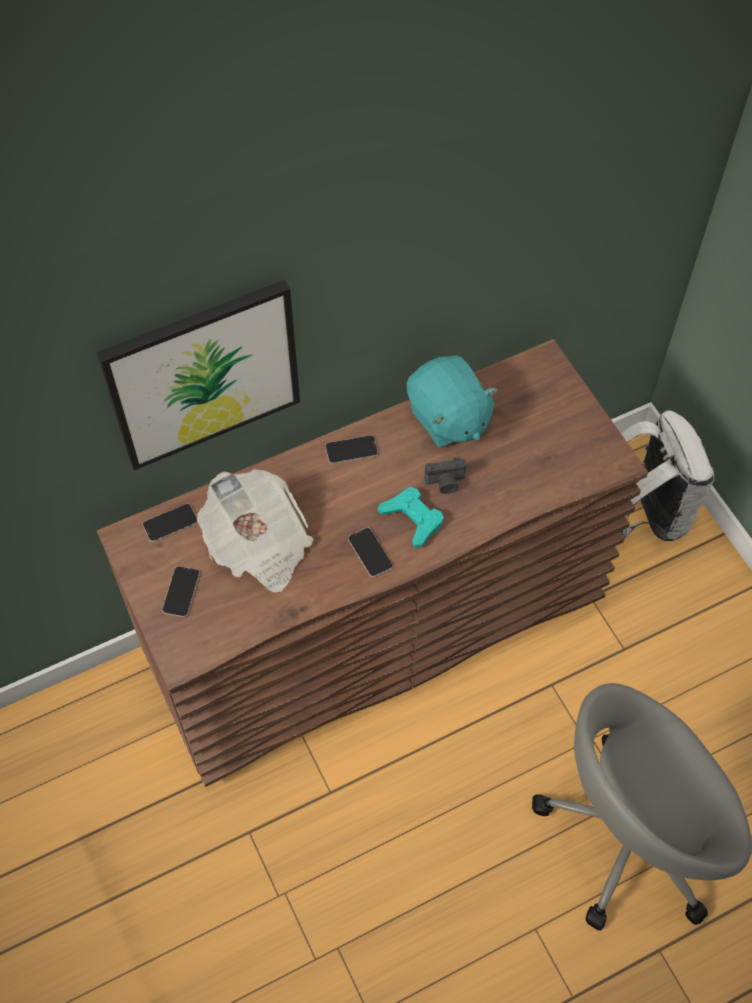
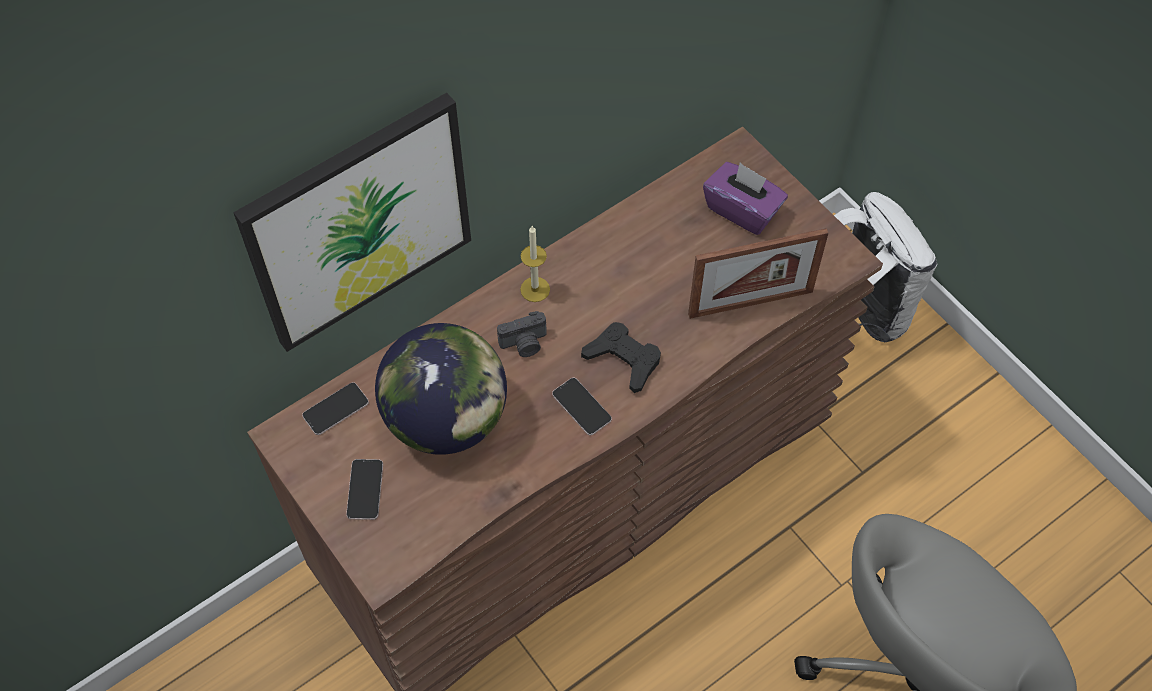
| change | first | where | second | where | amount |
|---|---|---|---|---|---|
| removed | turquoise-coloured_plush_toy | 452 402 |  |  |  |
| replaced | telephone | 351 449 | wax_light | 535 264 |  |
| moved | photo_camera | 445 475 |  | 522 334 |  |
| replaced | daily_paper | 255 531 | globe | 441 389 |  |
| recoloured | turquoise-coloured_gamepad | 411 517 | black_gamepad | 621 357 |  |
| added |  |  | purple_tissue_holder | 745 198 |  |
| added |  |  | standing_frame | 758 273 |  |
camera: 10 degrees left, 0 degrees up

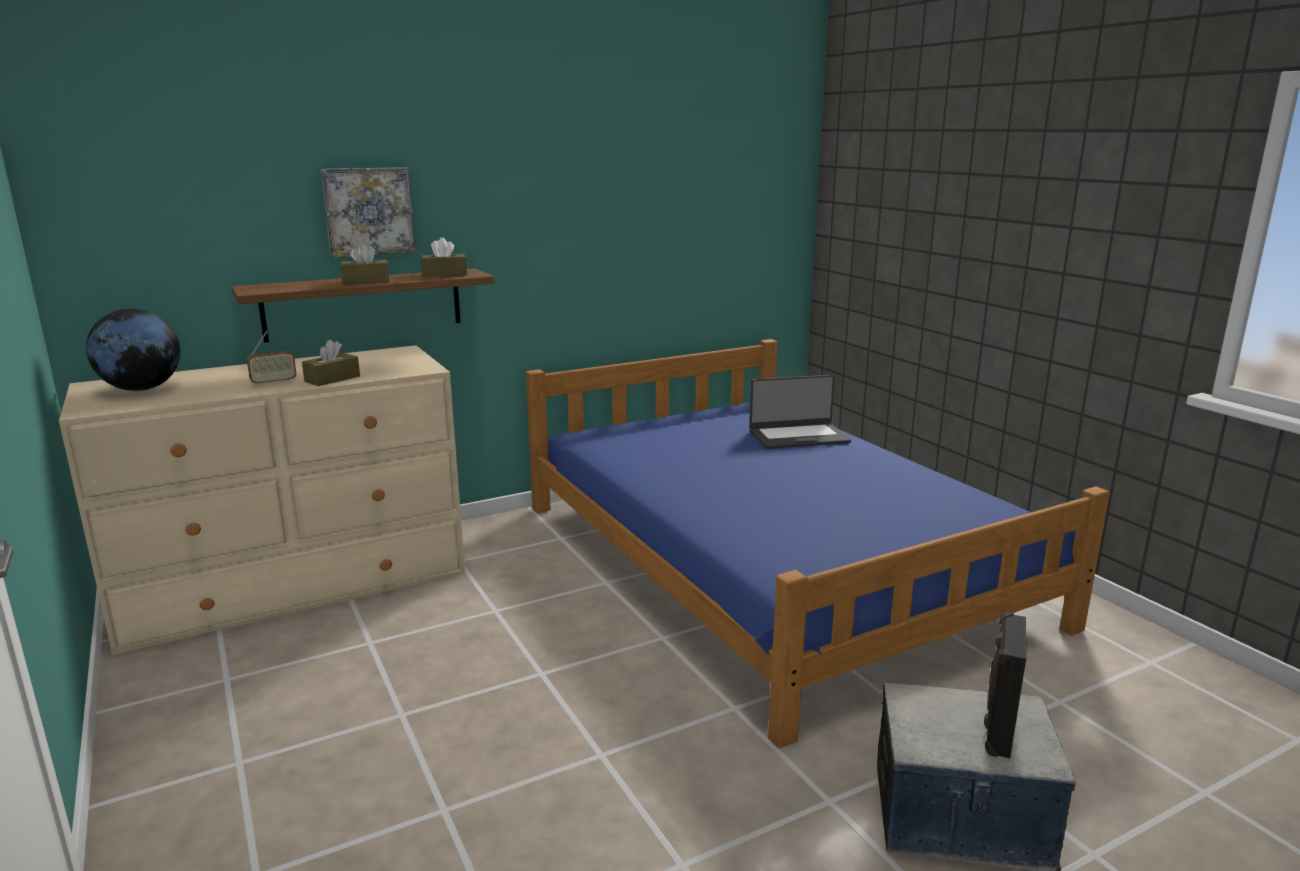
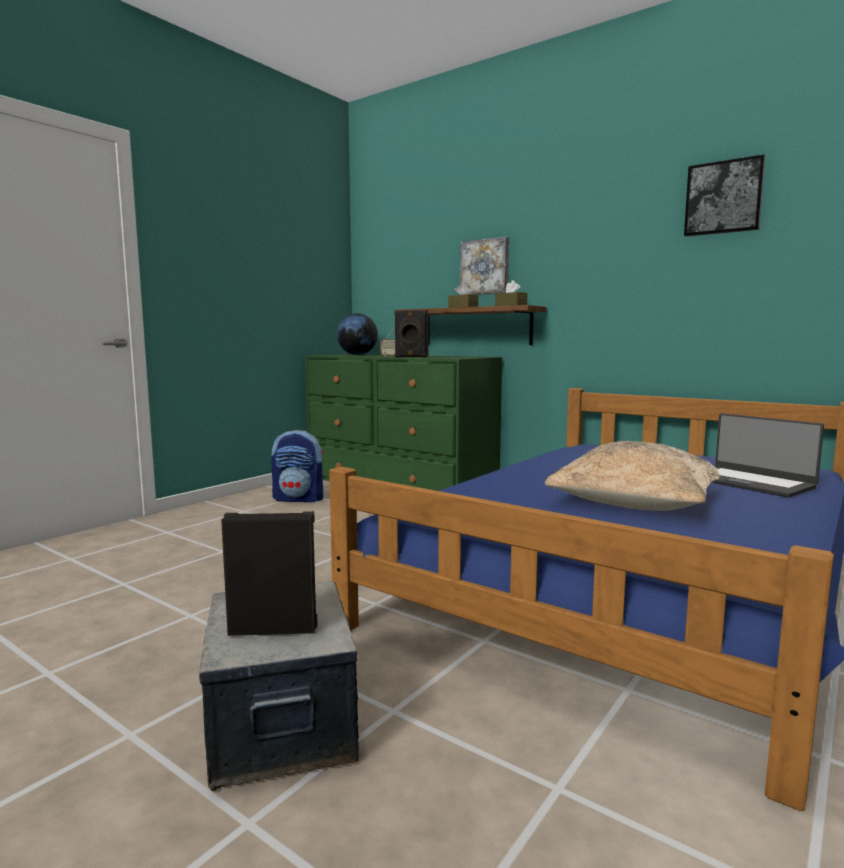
| change | first | where | second | where | amount |
|---|---|---|---|---|---|
| replaced | brownish_tissue_holder | 331 363 | black_speaker | 411 334 |  |
| recoloured | sand-coloured_chest_of_drawers | 262 500 | green-coloured_chest_of_drawers | 403 422 |  |
| added |  |  | picture | 725 195 |  |
| added |  |  | knapsack | 297 466 |  |
| added |  |  | sand-coloured_pillow | 632 476 |  |
camera: 65 degrees right, 10 degrees down

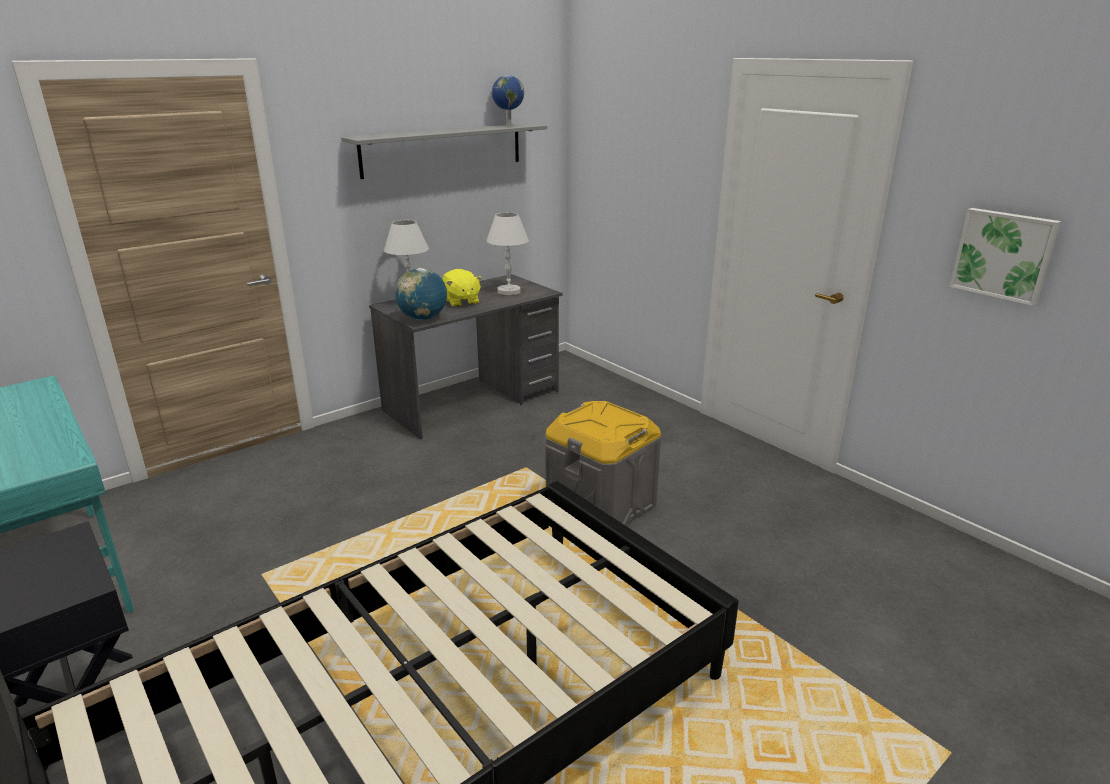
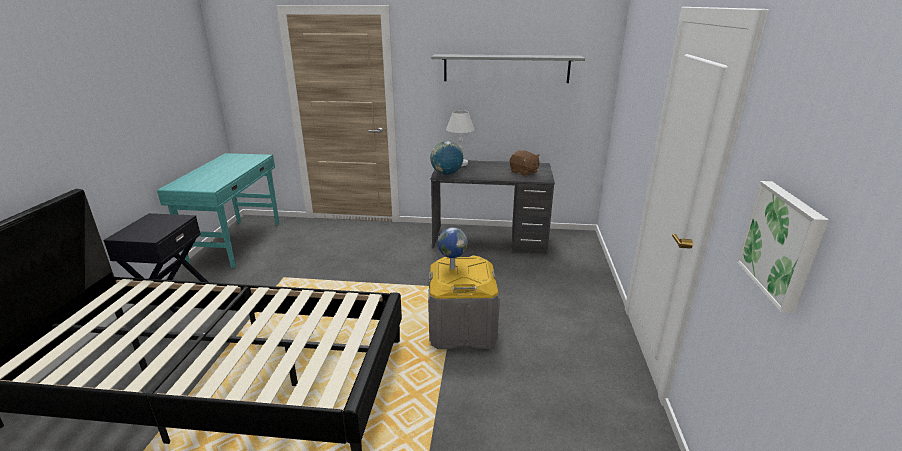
| change | first | where | second | where | amount |
|---|---|---|---|---|---|
| moved | globe | 508 100 |  | 452 249 |  |
| replaced | whitish_table_lamp | 507 253 | brownish_plush_toy | 525 163 |  |
| removed | yellow-coloured_plush_toy | 462 288 |  |  |  |
camera: 45 degrees right, 0 degrees up

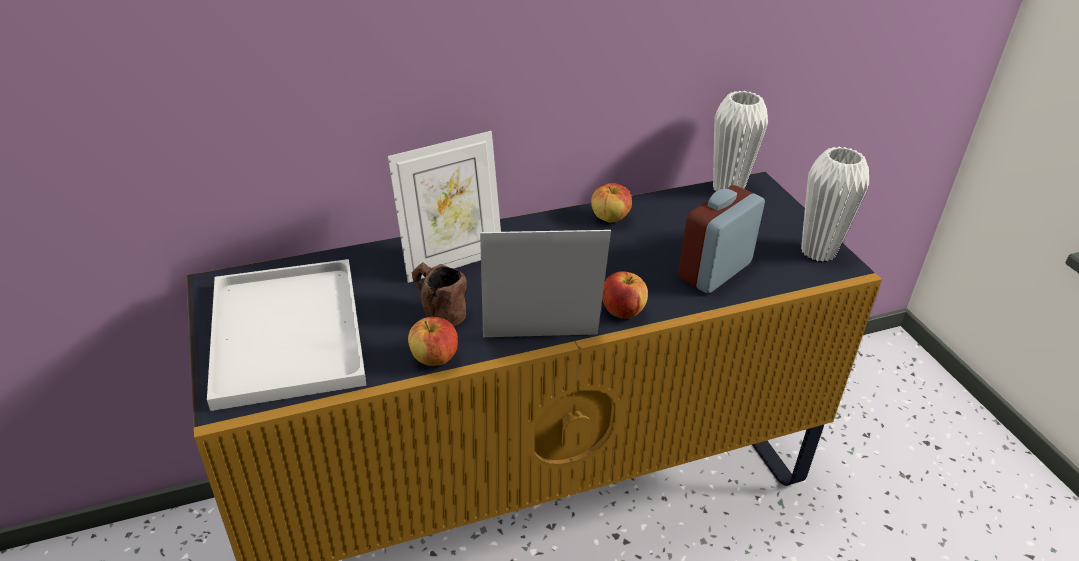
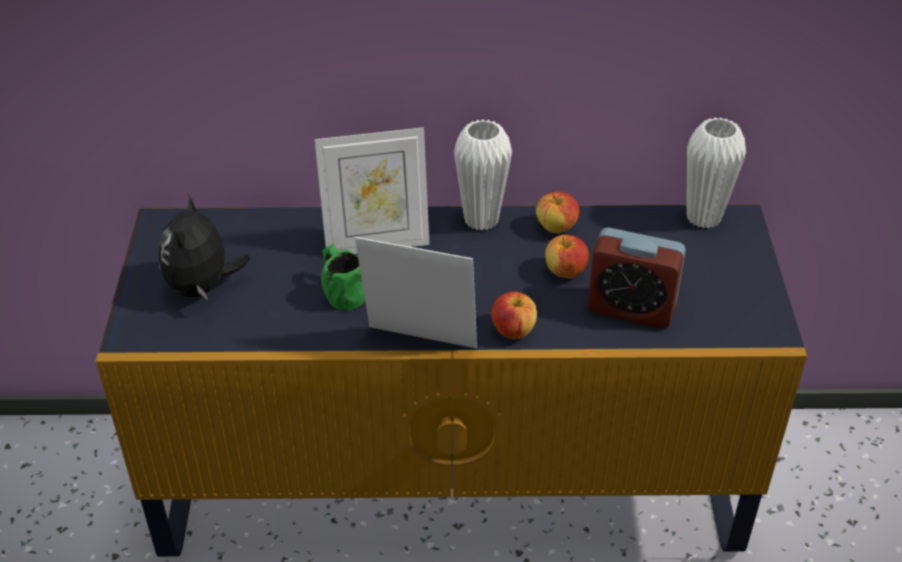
| change | first | where | second | where | amount |
|---|---|---|---|---|---|
| moved | whitish_decorative_vase | 835 204 |  | 483 175 |  |
| turned | alarm_clock | 721 239 |  | 636 277 | 135 degrees counterclockwise |
| replaced | whitish_carrying_tray | 287 335 | plush_toy | 204 247 |  |
| recoloured | brownish_coffee_mug | 439 294 | green-coloured_coffee_mug | 343 277 |  |
| moved | apple_fruit | 433 341 |  | 567 256 |  |
camera: 20 degrees right, 5 degrees up

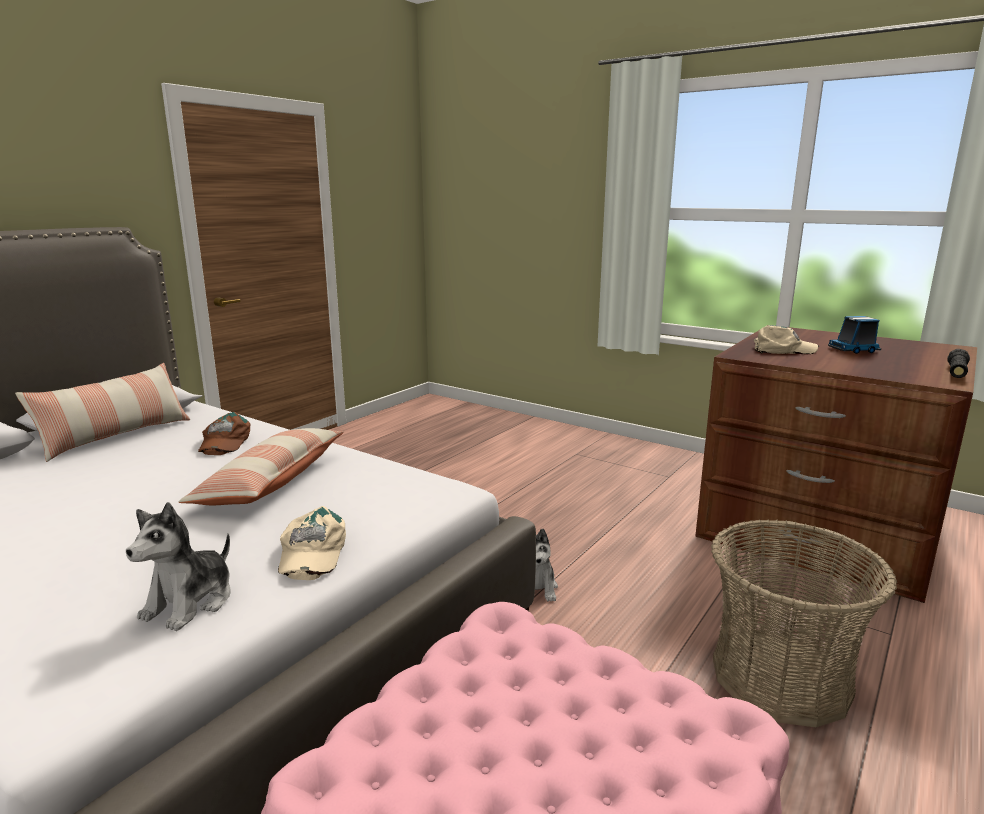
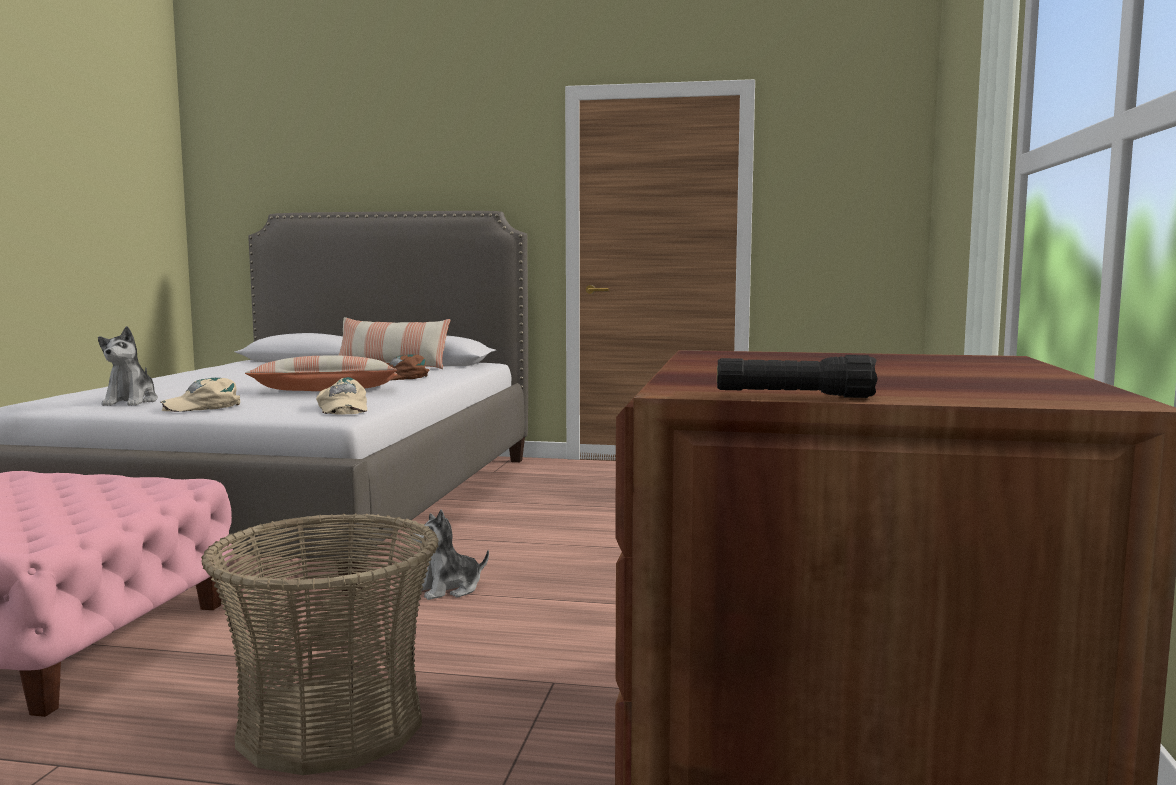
| change | first | where | second | where | amount |
|---|---|---|---|---|---|
| removed | toy_truck | 854 335 |  |  |  |
| moved | sand-coloured_cap | 786 339 |  | 341 395 |  |
| turned | plush_toy | 178 566 |  | 128 366 | 90 degrees counterclockwise |
camera: 65 degrees right, 10 degrees down

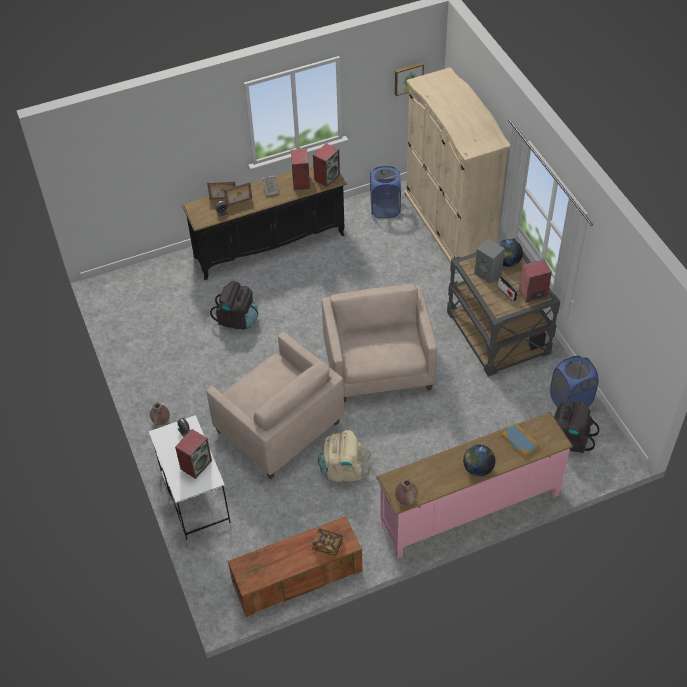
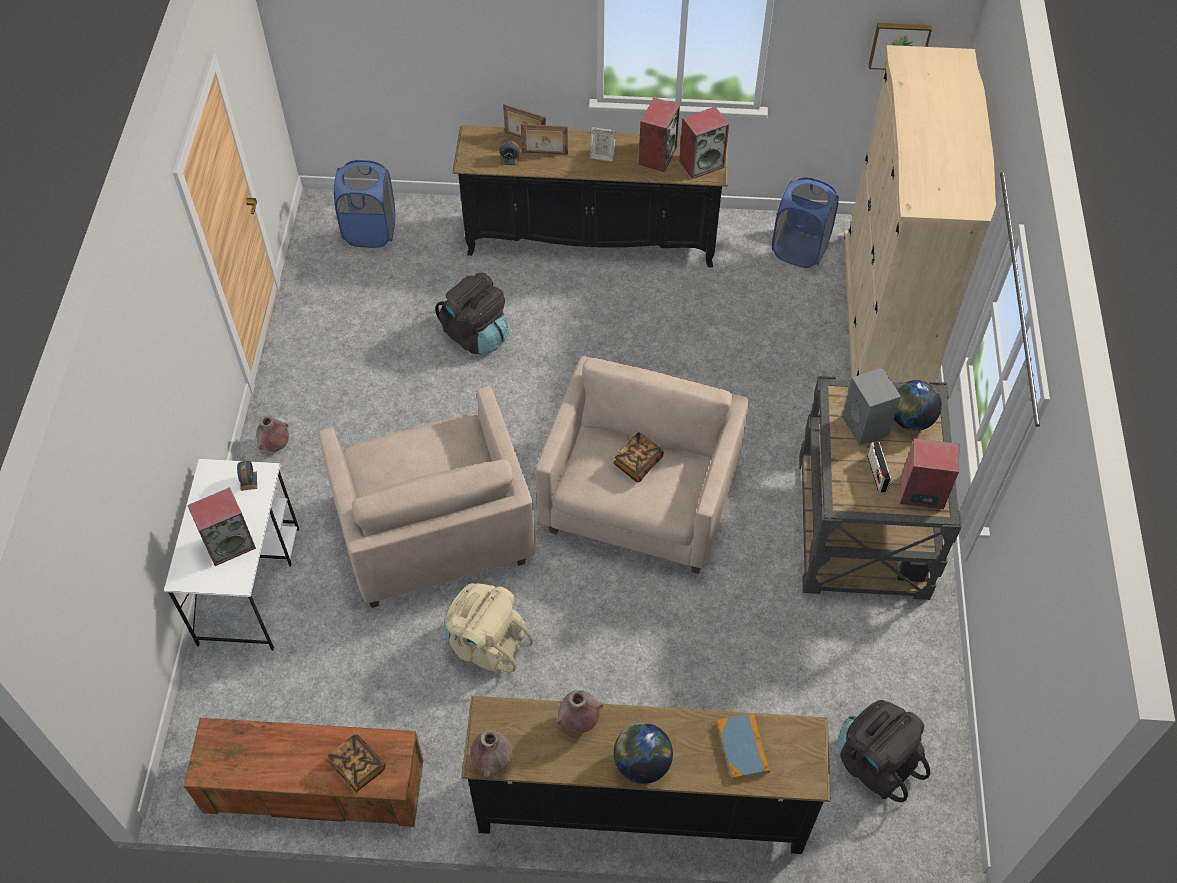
| change | first | where | second | where | amount |
|---|---|---|---|---|---|
| moved | blue-coloured_laundry_basket | 574 381 |  | 364 204 |  |
| recoloured | pink_chest_of_drawers | 474 485 | black_chest_of_drawers | 646 775 |  |
| added |  |  | volume | 638 457 |  |
| added |  |  | brownish_decorative_vase | 579 711 |  |
camera: 25 degrees right, 5 degrees up

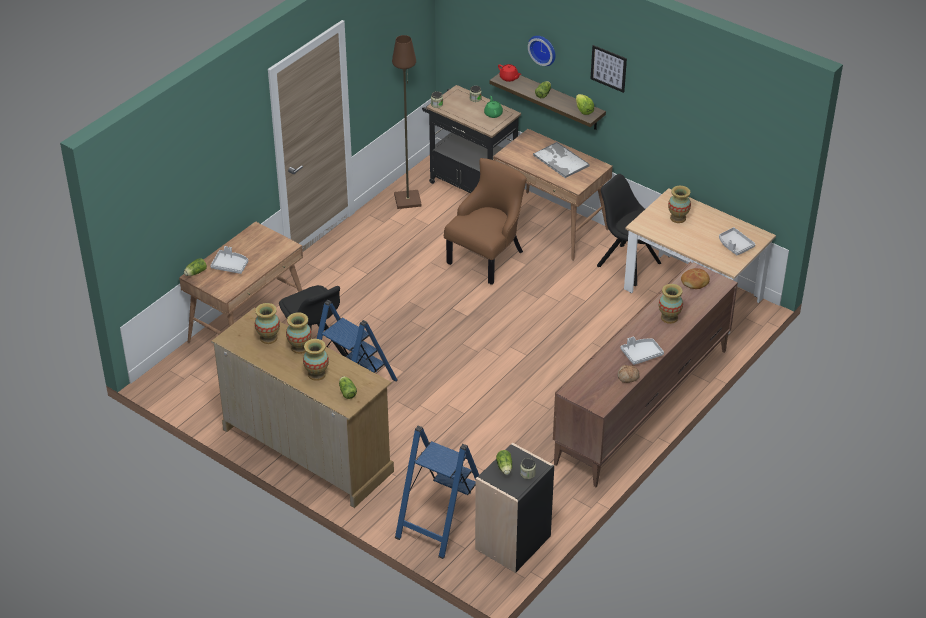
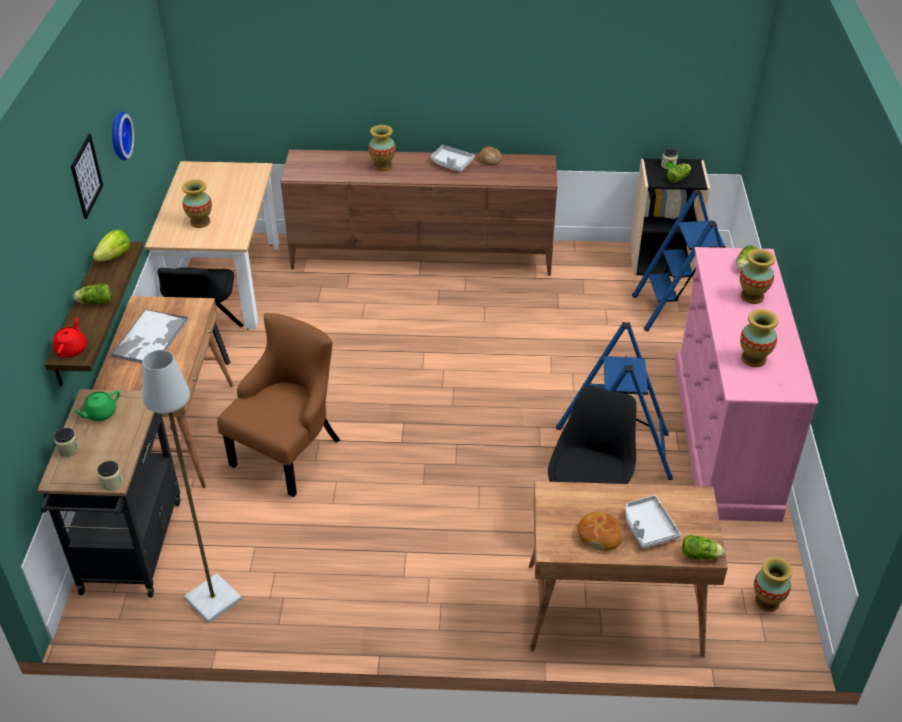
| change | first | where | second | where | amount |
|---|---|---|---|---|---|
| recoloured | brownish_floor_lamp | 407 122 | gray_floor_lamp | 192 486 |  |
| moved | wall_clock | 542 51 |  | 123 136 |  |
| turned | brownish_chair | 485 221 |  | 278 405 | 120 degrees clockwise |
| removed | gray_carrying_tray | 737 241 |  |  |  |
| moved | bakery_bread | 695 278 |  | 600 531 |  |
| recoloured | brownish_chest_of_drawers | 302 408 | pink_chest_of_drawers | 746 384 |  |
| moved | decorative_vase | 299 333 |  | 773 584 |  |
camera: 125 degrees left, 0 degrees up

